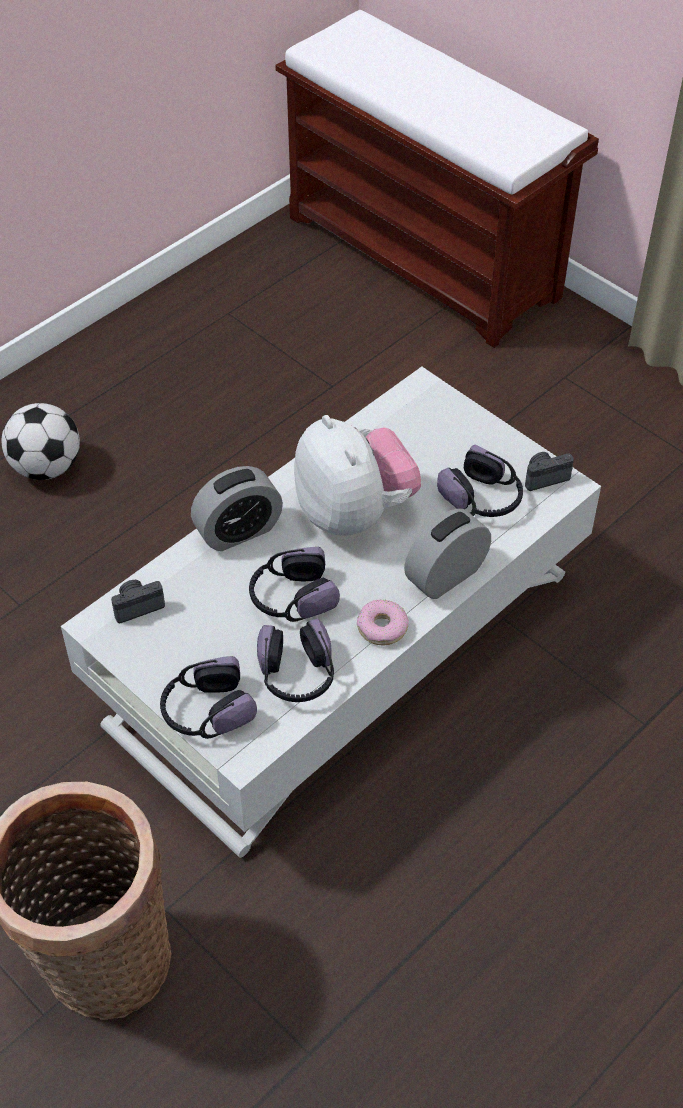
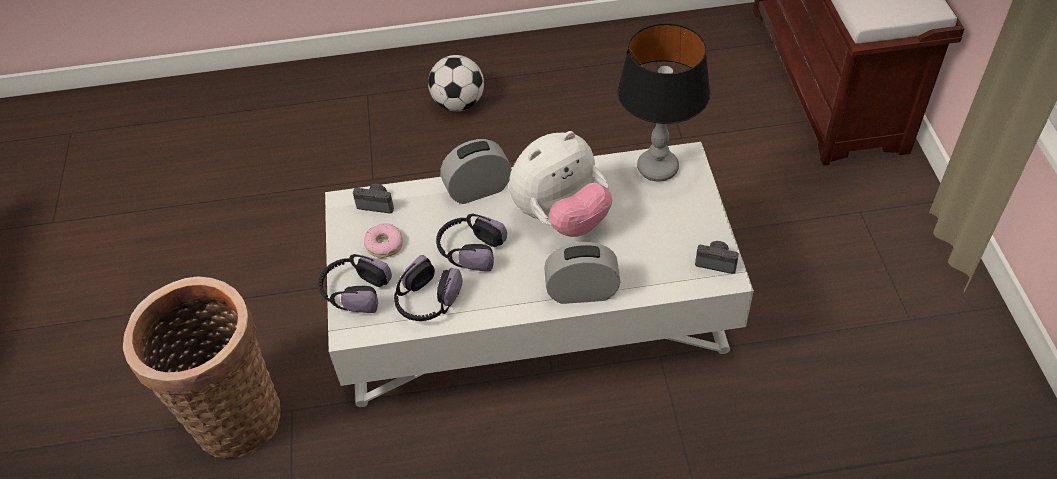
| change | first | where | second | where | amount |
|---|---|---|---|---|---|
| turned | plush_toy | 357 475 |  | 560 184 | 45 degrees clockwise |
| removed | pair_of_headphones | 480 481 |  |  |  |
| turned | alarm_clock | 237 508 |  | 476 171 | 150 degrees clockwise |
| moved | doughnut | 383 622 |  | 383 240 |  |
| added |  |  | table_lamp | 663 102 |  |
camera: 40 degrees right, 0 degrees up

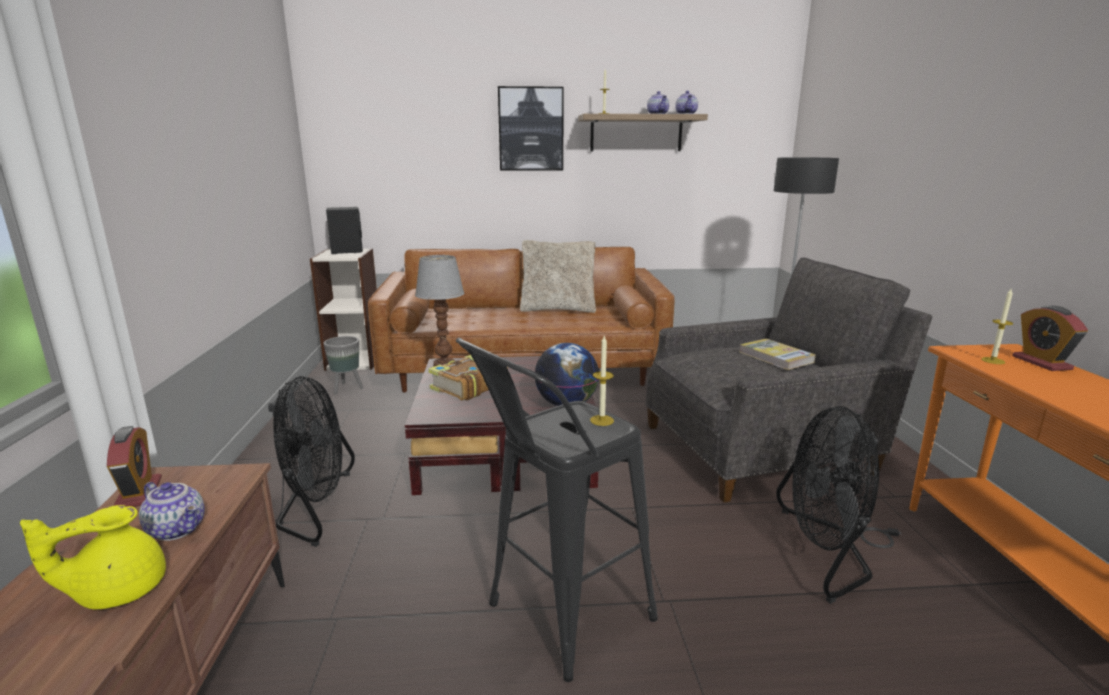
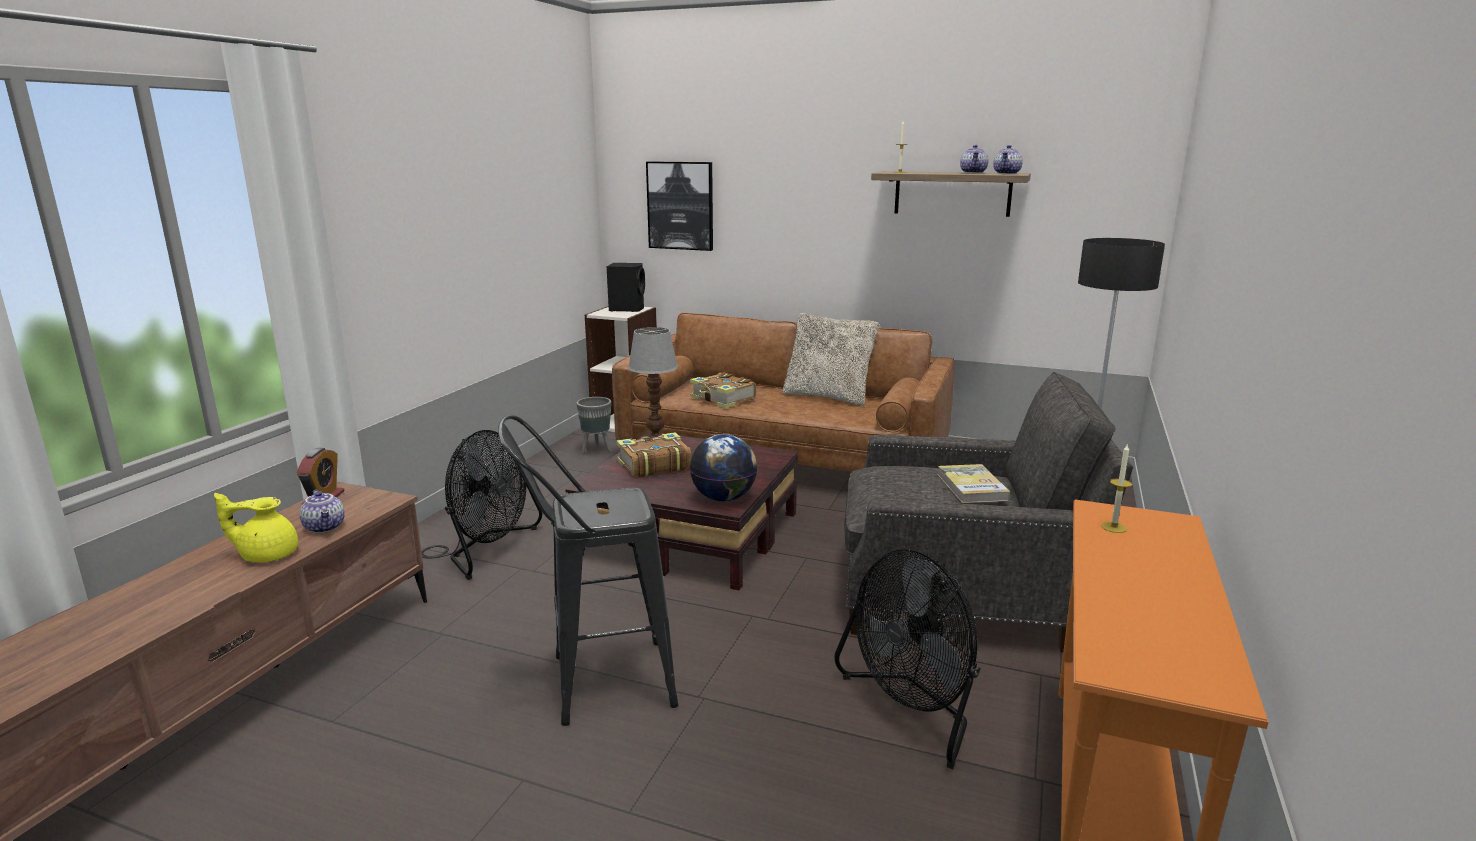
| change | first | where | second | where | amount |
|---|---|---|---|---|---|
| moved | picture | 531 128 |  | 679 206 |  |
| removed | alarm_clock | 1050 338 |  |  |  |
| removed | wax_light | 602 380 |  |  |  |
| turned | black_cooling_fan | 839 505 |  | 907 659 | 60 degrees counterclockwise |
| added |  |  | volume | 723 390 |  |
camera: 25 degrees right, 0 degrees up

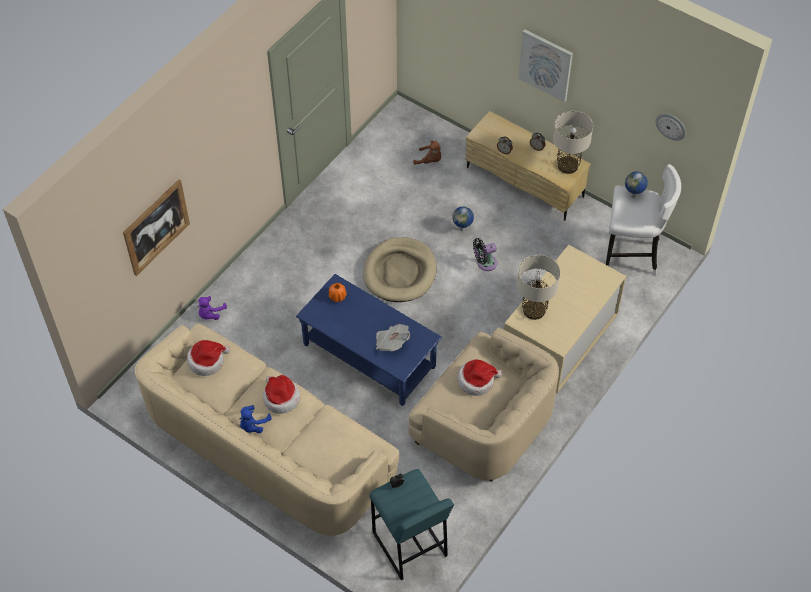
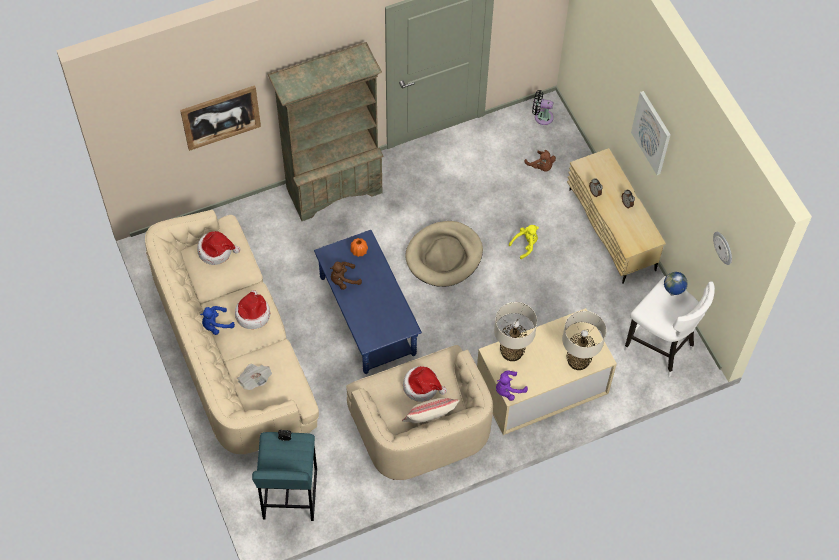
| change | first | where | second | where | amount |
|---|---|---|---|---|---|
| moved | table_lamp | 573 142 |  | 584 340 |  |
| replaced | globe | 463 218 | yellow-coloured_plush_toy | 524 242 |  |
| moved | black_cooling_fan | 485 254 |  | 543 107 |  |
| moved | purple_plush_toy | 212 308 |  | 512 386 |  |
| moved | daily_paper | 393 337 |  | 254 377 |  |
| added |  |  | green-coloured_bookcase | 325 131 |  |
| added |  |  | brownish_plush_toy | 346 276 |  |
| added |  |  | sand-coloured_pillow | 431 410 |  |
camera: 30 degrees right, 5 degrees up

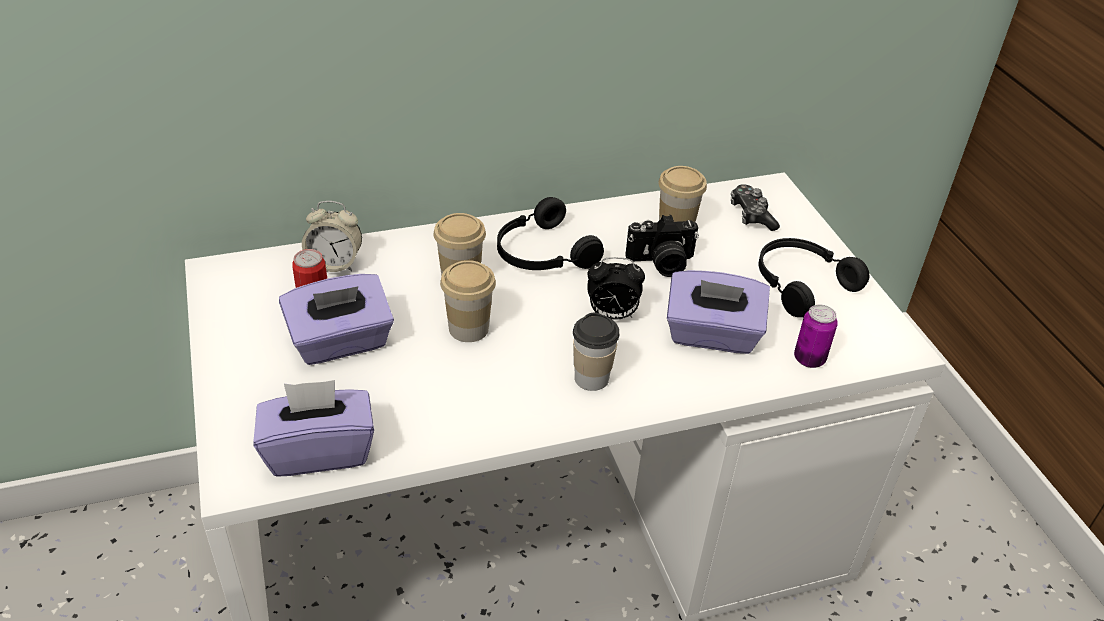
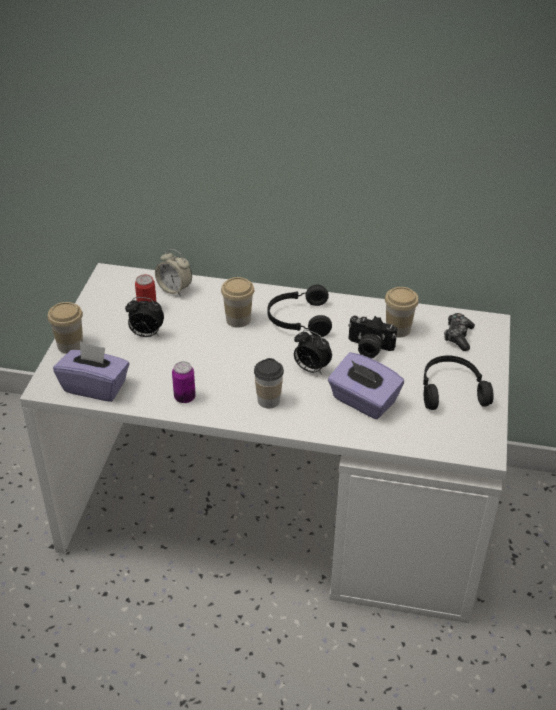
| change | first | where | second | where | amount |
|---|---|---|---|---|---|
| moved | cup | 468 301 |  | 65 328 |  |
| replaced | purple_tissue_holder | 336 319 | alarm_clock | 144 317 |  |
| moved | can | 816 336 |  | 184 382 |  |
camera: 30 degrees right, 0 degrees up

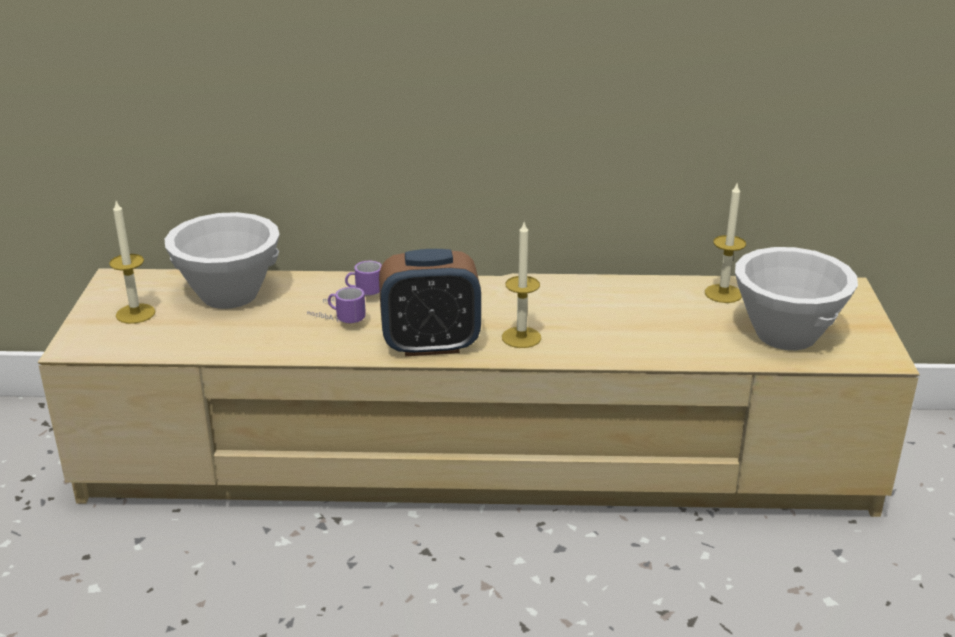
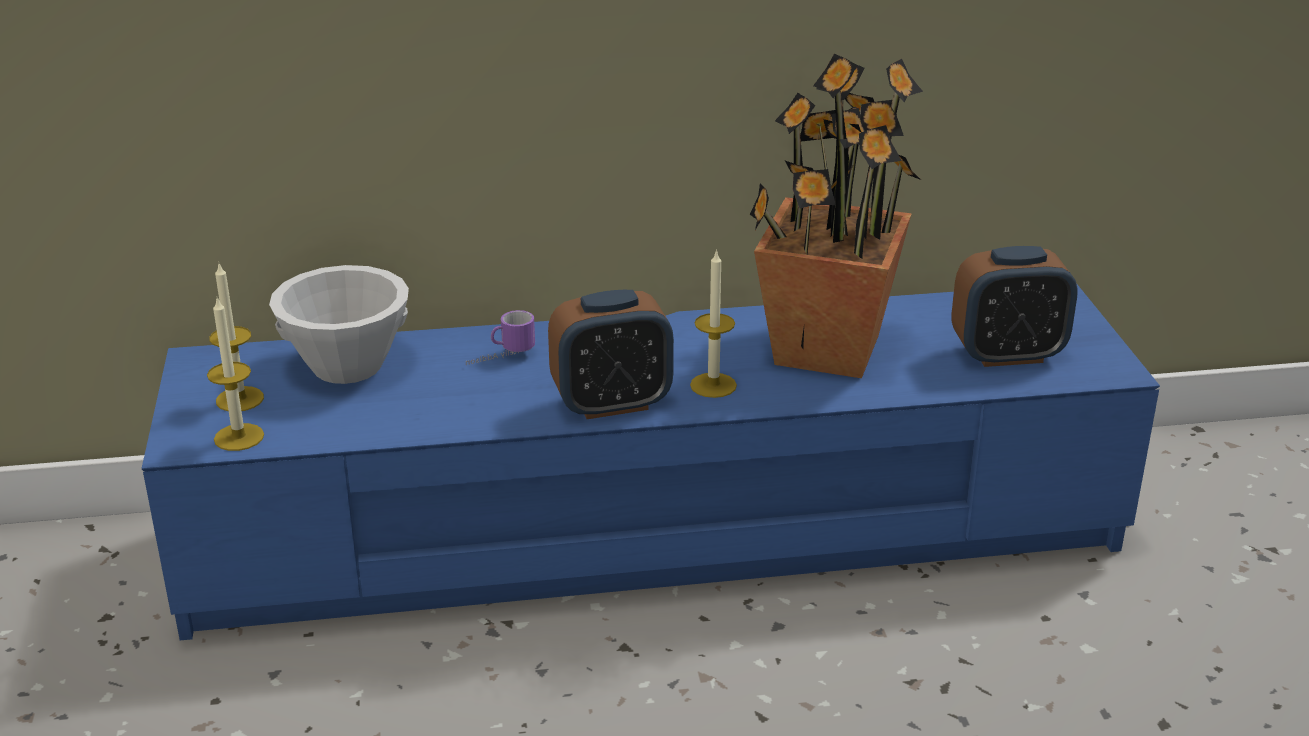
| change | first | where | second | where | amount |
|---|---|---|---|---|---|
| moved | wax_light | 725 243 |  | 235 374 |  |
| replaced | whitish_bowl | 796 298 | alarm_clock | 1015 306 |  |
| recoloured | sand-coloured_media_console | 479 392 | blue-coloured_media_console | 651 461 |  |
| removed | coffee_mug | 336 305 |  |  |  |
| added |  |  | plant_in_a_pot | 836 216 |  |
camera: 10 degrees left, 0 degrees up

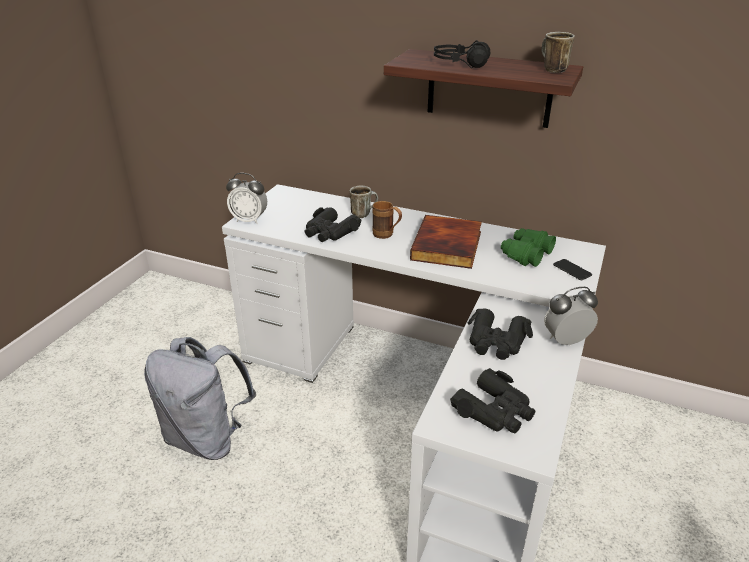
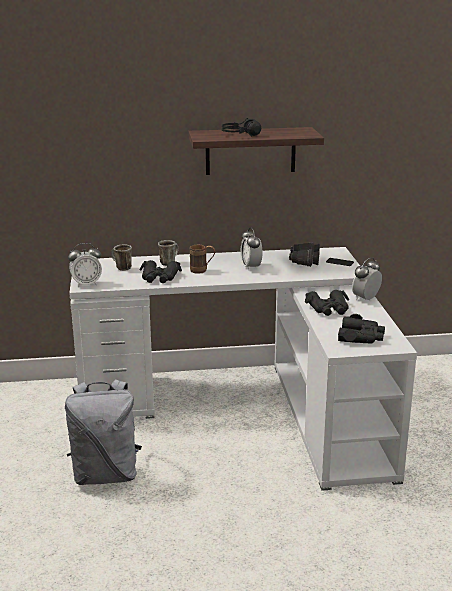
| change | first | where | second | where | amount |
|---|---|---|---|---|---|
| moved | coffee_mug | 558 52 |  | 121 258 |  |
| replaced | volume | 446 242 | alarm_clock | 251 248 |  |
| recoloured | green-coloured_pair_of_binoculars | 528 247 | black_pair_of_binoculars | 304 254 |  |
camera: 30 degrees left, 10 degrees down

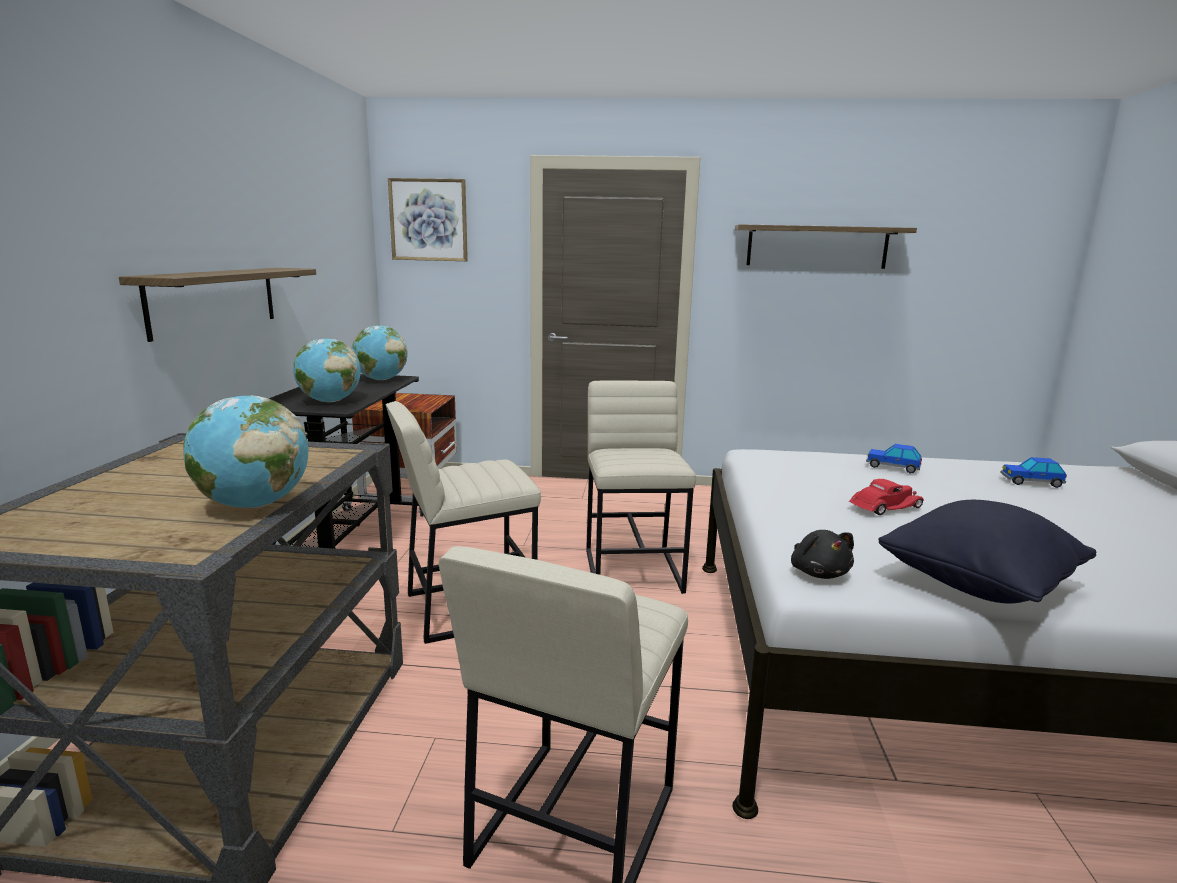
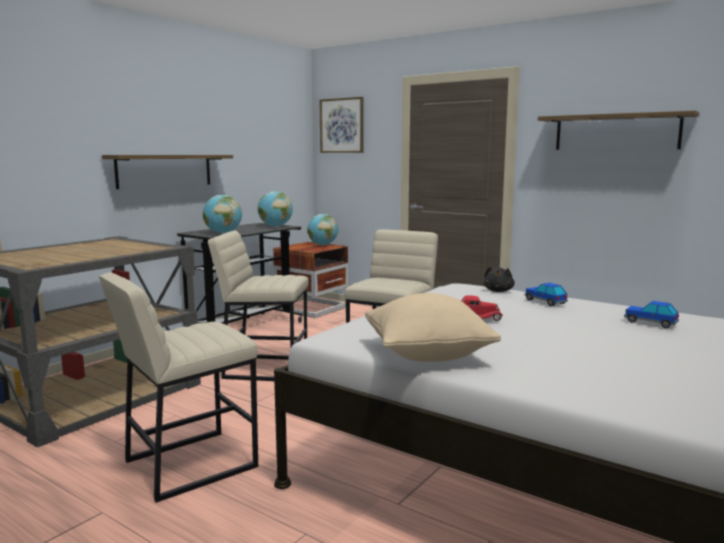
| change | first | where | second | where | amount |
|---|---|---|---|---|---|
| moved | globe | 245 451 |  | 322 229 |  |
| recoloured | black_pillow | 987 551 | sand-coloured_pillow | 433 327 |  |
| moved | black_plush_toy | 822 554 |  | 499 279 |  |
camera: 30 degrees right, 5 degrees down

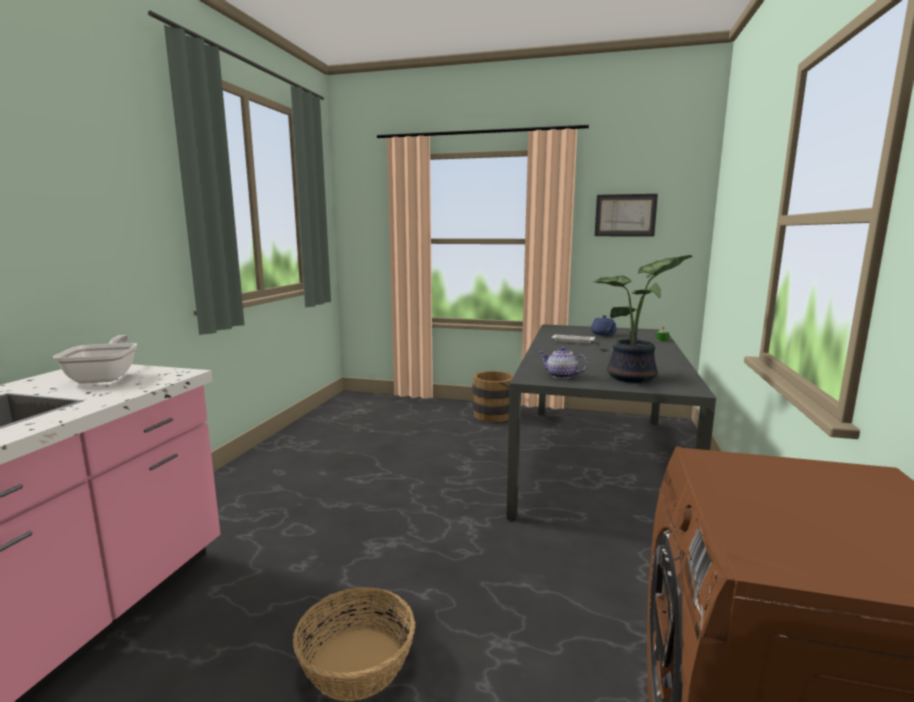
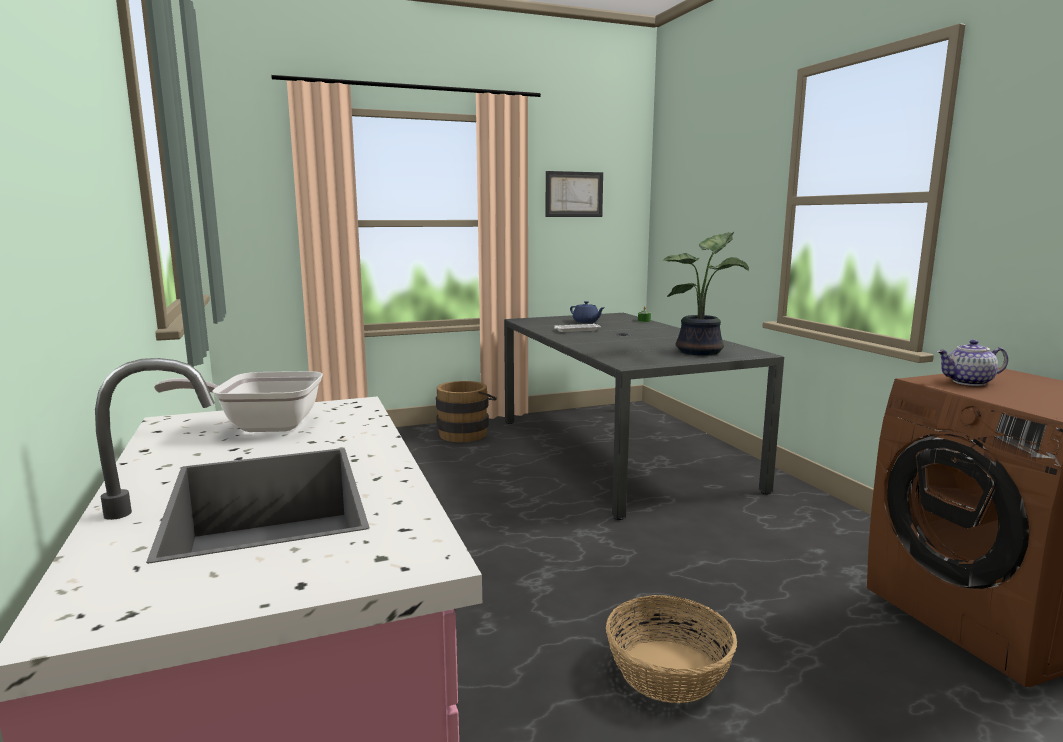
| change | first | where | second | where | amount |
|---|---|---|---|---|---|
| turned | skillet | 95 359 |  | 238 401 | 45 degrees counterclockwise |
| moved | teapot | 563 363 |  | 972 363 |  |
camera: 35 degrees left, 0 degrees up

